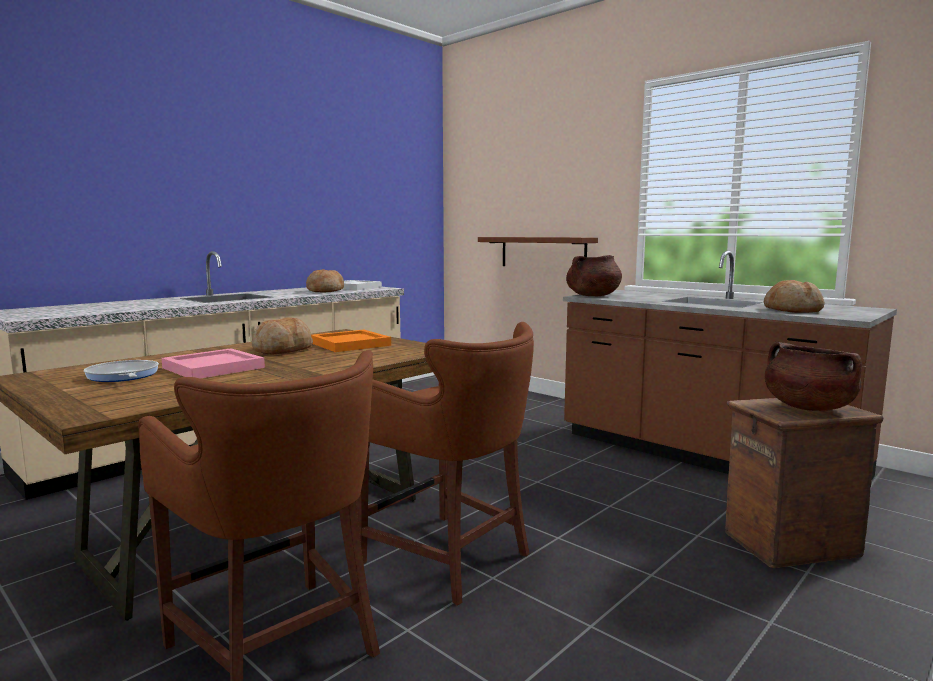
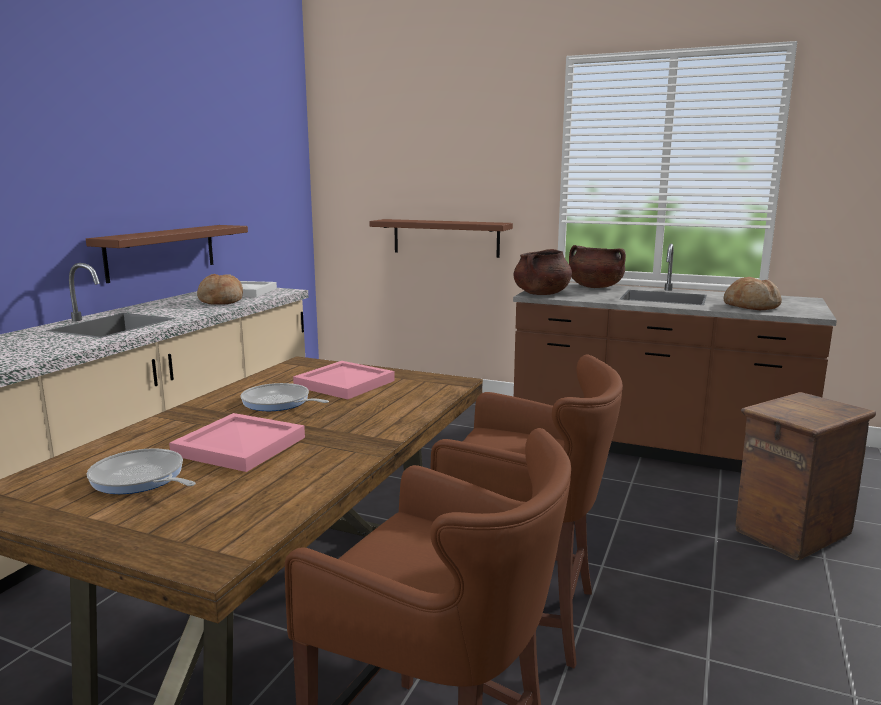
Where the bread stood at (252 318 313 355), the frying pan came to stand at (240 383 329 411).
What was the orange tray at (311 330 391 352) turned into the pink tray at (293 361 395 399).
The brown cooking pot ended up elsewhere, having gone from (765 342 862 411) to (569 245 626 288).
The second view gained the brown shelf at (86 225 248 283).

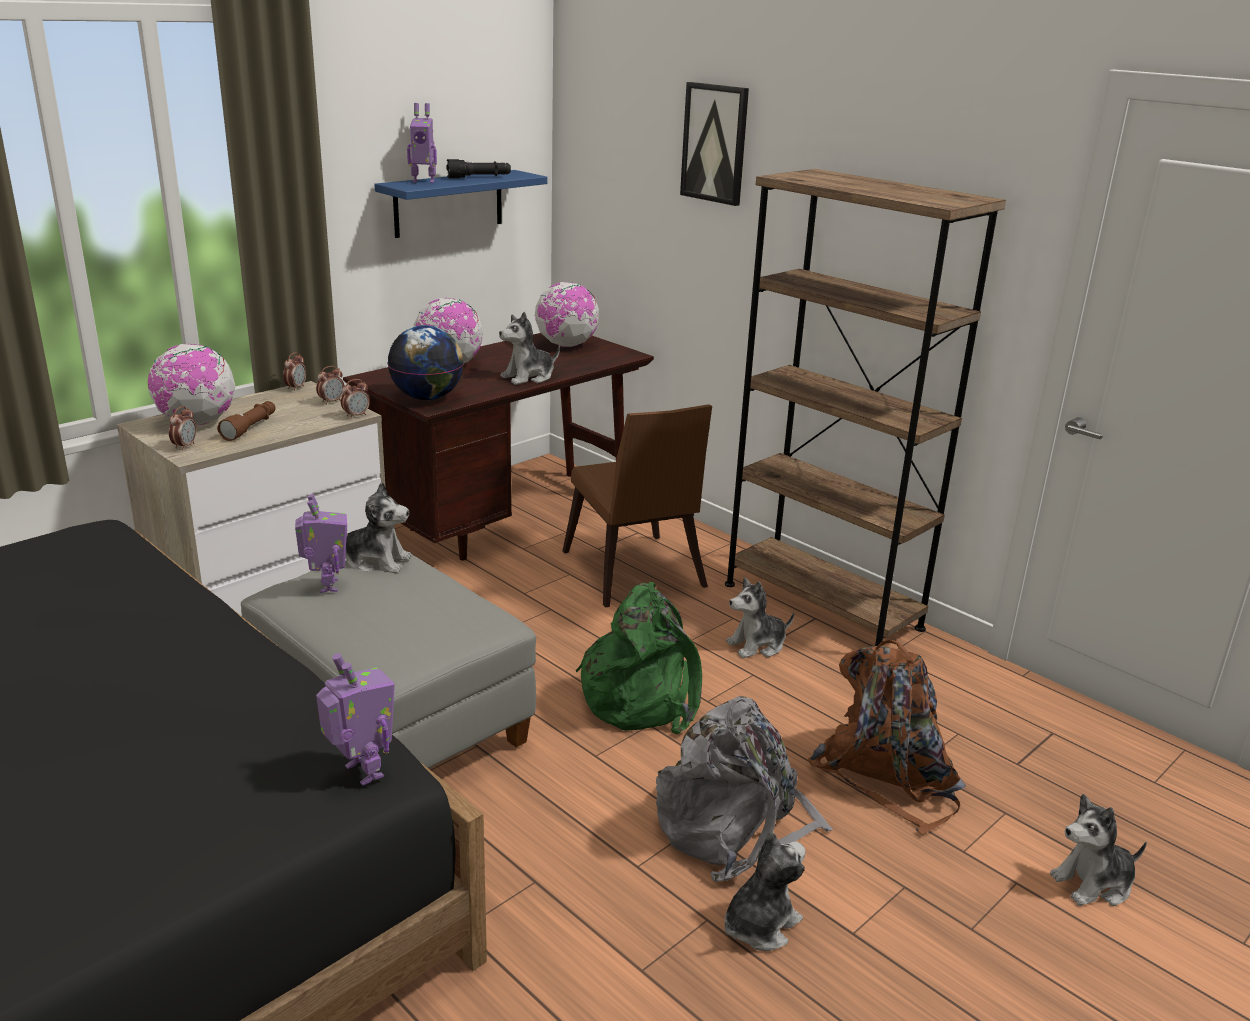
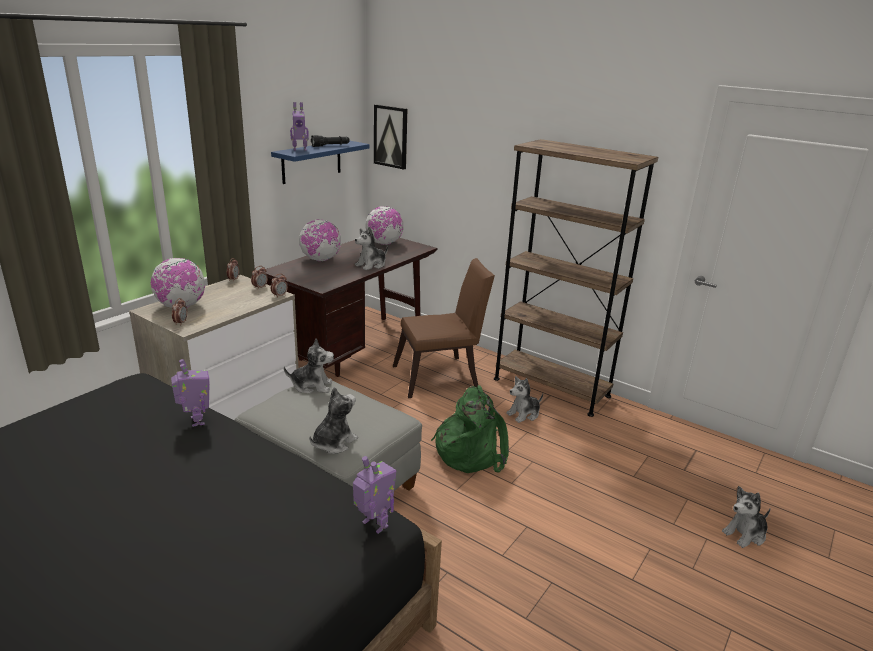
The second view lost the brown flashlight at (217 401 275 441).
The toy robot ended up elsewhere, having gone from (295 494 348 593) to (171 359 210 427).
The second view lost the globe at (387 325 464 400).
The brown chair at (562 404 712 607) ended up facing another way, 75 degrees counterclockwise from before.
The second view lost the grey backpack at (656 696 833 882).
The picture ended up elsewhere, having gone from (680 82 749 206) to (374 104 407 170).
The plush toy ended up elsewhere, having gone from (725 832 806 951) to (309 387 358 454).
The second view lost the brown backpack at (808 640 966 835).

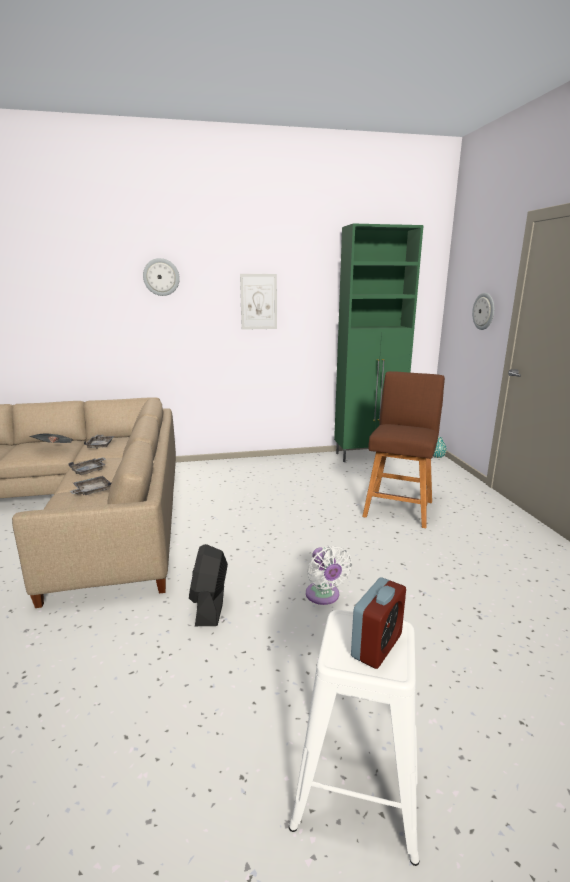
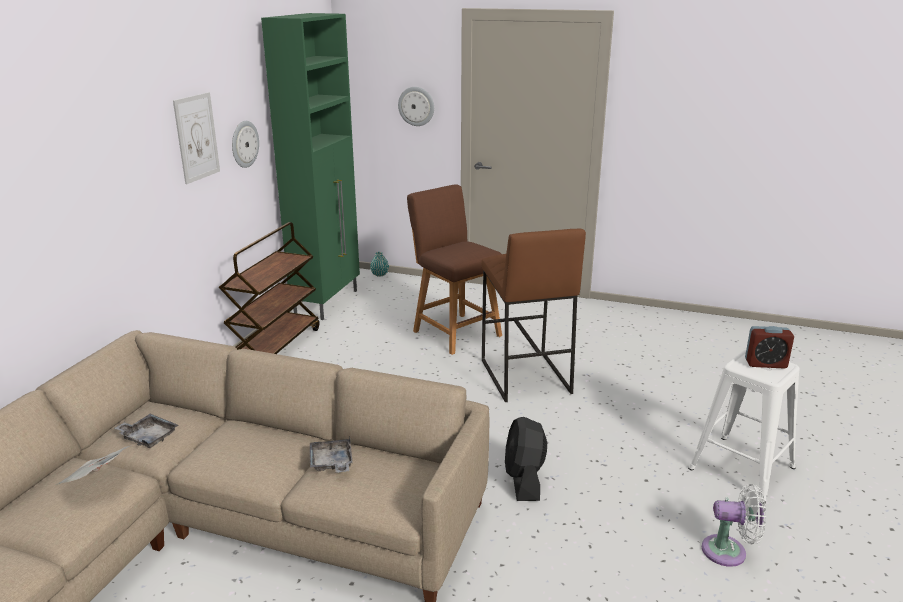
The second view lost the grey tray at (69 457 106 475).
The wall clock ended up elsewhere, having gone from (143 258 180 296) to (232 121 259 168).
The black fan at (189 544 228 626) ended up facing another way, 60 degrees clockwise from before.
The white fan ended up elsewhere, having gone from (306 546 352 605) to (702 484 766 567).
The alarm clock at (351 577 406 669) ended up facing another way, 120 degrees clockwise from before.
The second view gained the brown cart at (219 222 320 354).
The second view gained the brown stool at (481 229 586 402).

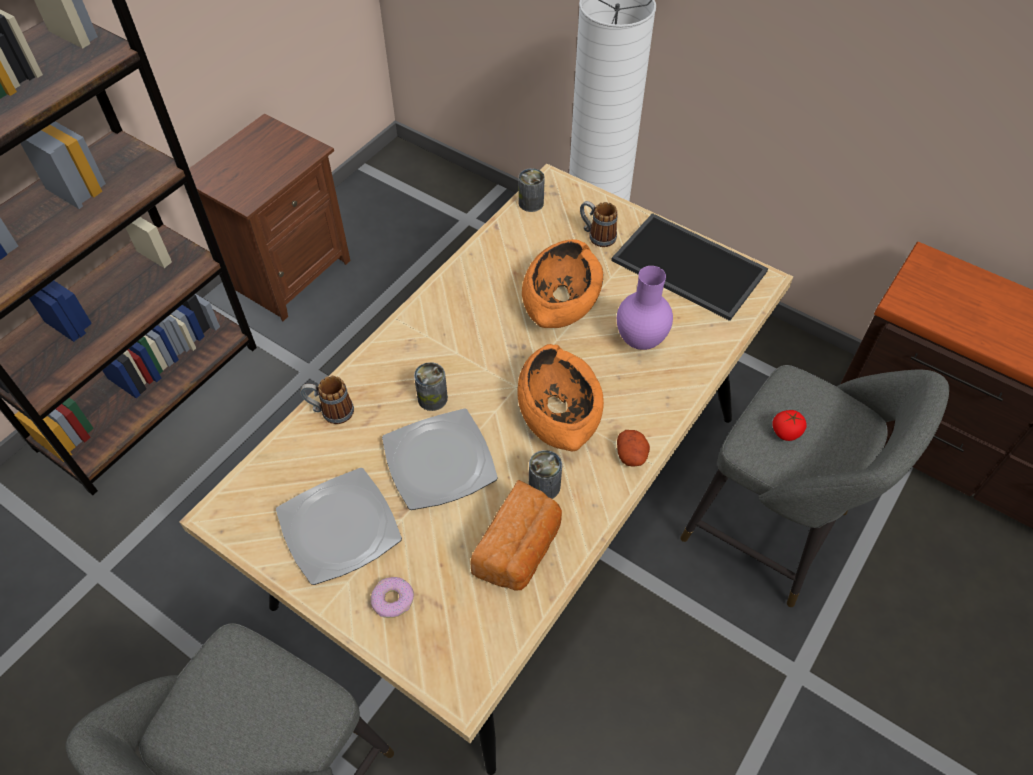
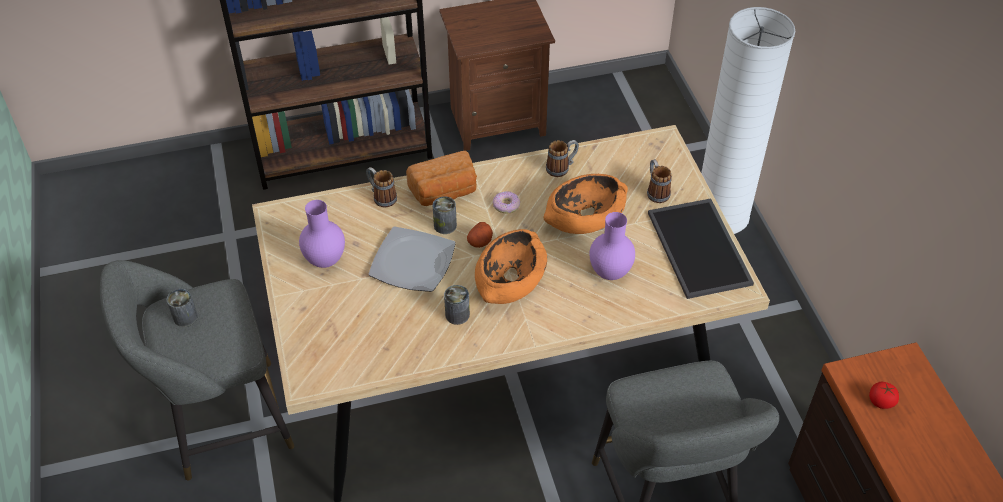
Where the plate stood at (276 468 402 585), the purple vase came to stand at (299 200 345 268).
The donut ended up elsewhere, having gone from (370 577 414 618) to (493 191 520 213).
The bread ended up elsewhere, having gone from (470 480 562 591) to (406 151 477 206).
The can ended up elsewhere, having gone from (519 168 545 212) to (167 289 198 327).
The potato ended up elsewhere, having gone from (617 430 650 467) to (467 222 493 248).
The tomato ended up elsewhere, having gone from (772 410 806 441) to (869 382 899 409).
The second view gained the mug at (546 140 579 177).

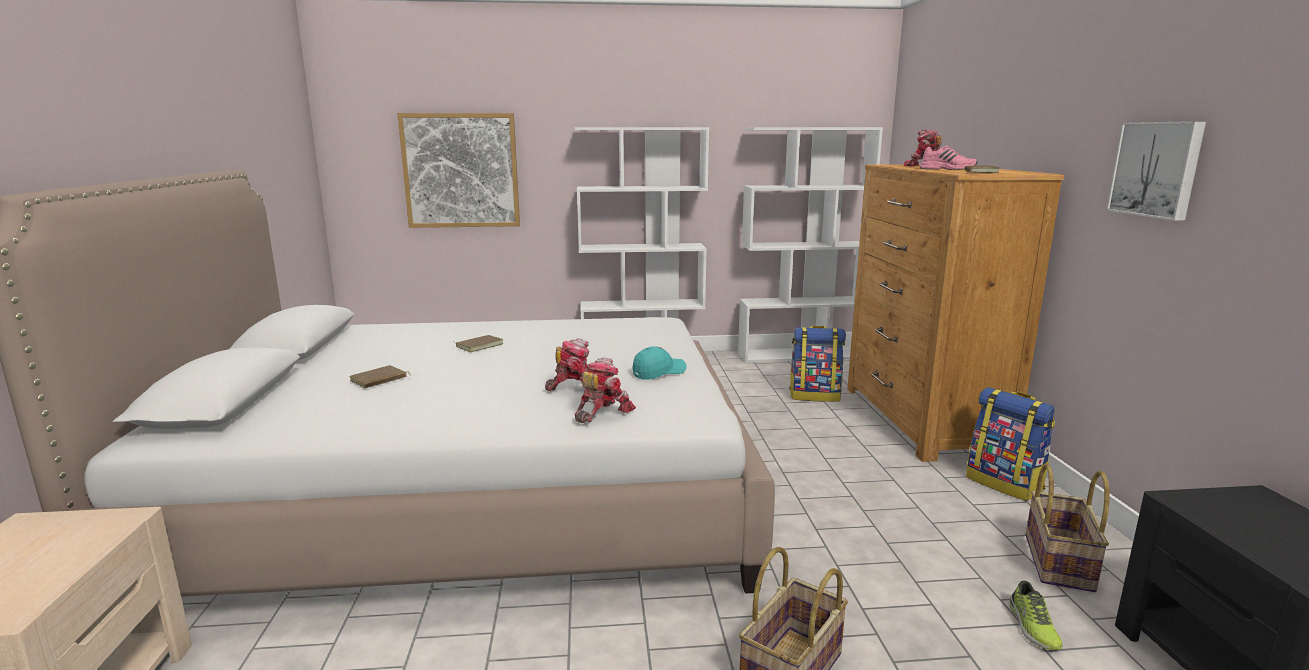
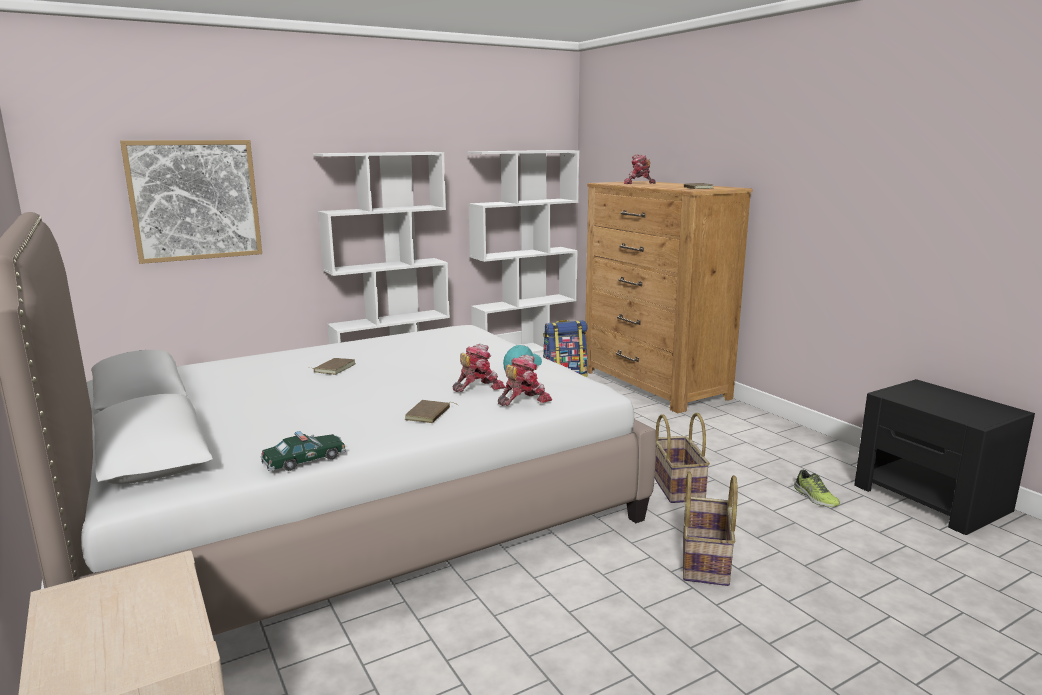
The brown book ended up elsewhere, having gone from (349 365 411 388) to (404 400 458 423).
The toy robot at (575 357 636 423) ended up facing another way, 45 degrees clockwise from before.
The second view lost the pink shoe at (920 145 977 170).
The second view lost the backpack at (966 387 1055 501).
The basket ended up elsewhere, having gone from (1025 464 1110 592) to (655 413 710 503).
The second view lost the picture at (1106 121 1206 221).
The second view gained the toy car at (260 431 346 471).

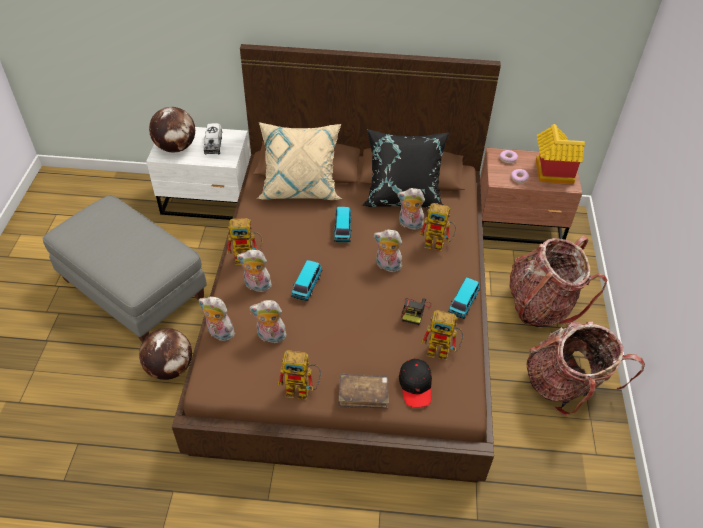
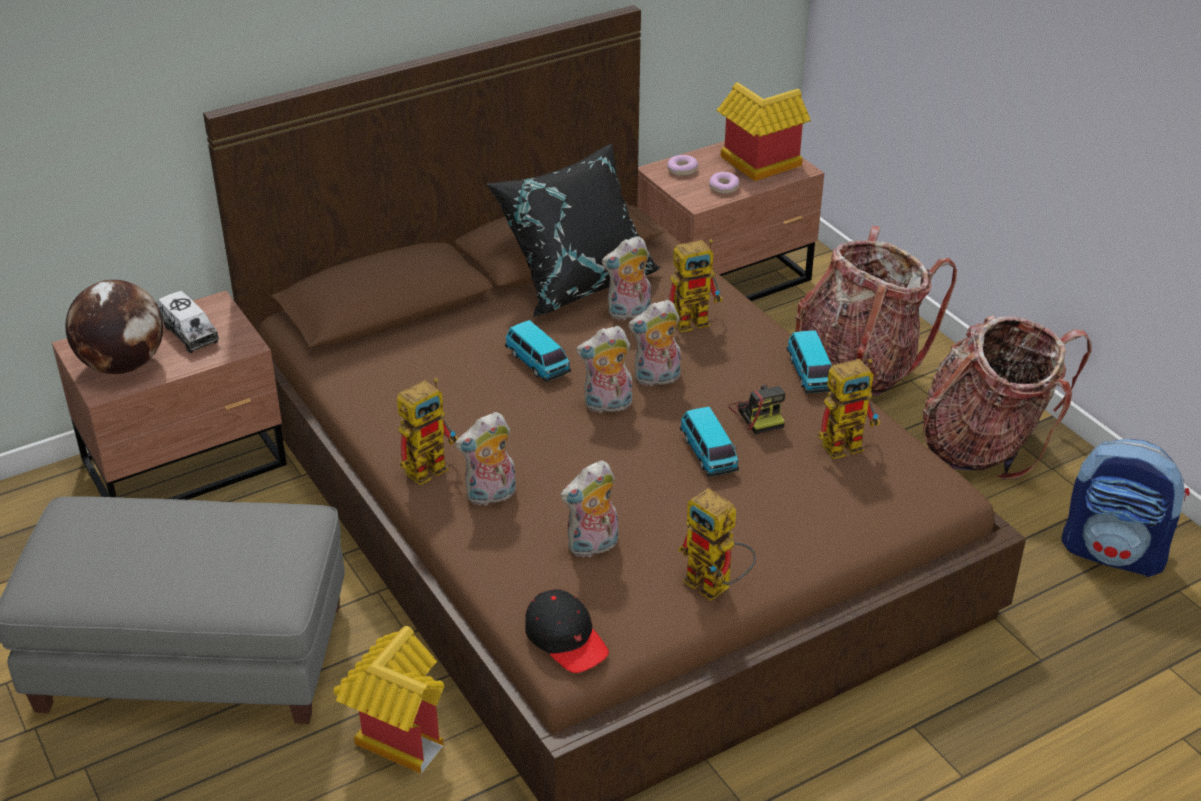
Where the globe stood at (139 328 192 380), the toy house came to stand at (334 626 444 774).
What was the white nightstand at (146 127 250 220) turned into the brown nightstand at (52 291 287 500).
The plush toy ended up elsewhere, having gone from (199 296 235 341) to (576 326 632 413).
The second view lost the beige pillow at (257 122 342 200).
The toy robot at (277 350 321 400) ended up facing another way, 75 degrees clockwise from before.
The toy car ended up elsewhere, having gone from (291 260 322 301) to (680 407 739 477).
The second view lost the brown book at (338 374 389 409).
The black cap ended up elsewhere, having gone from (399 359 432 407) to (525 589 609 673).
The second view gained the backpack at (1061 439 1189 577).

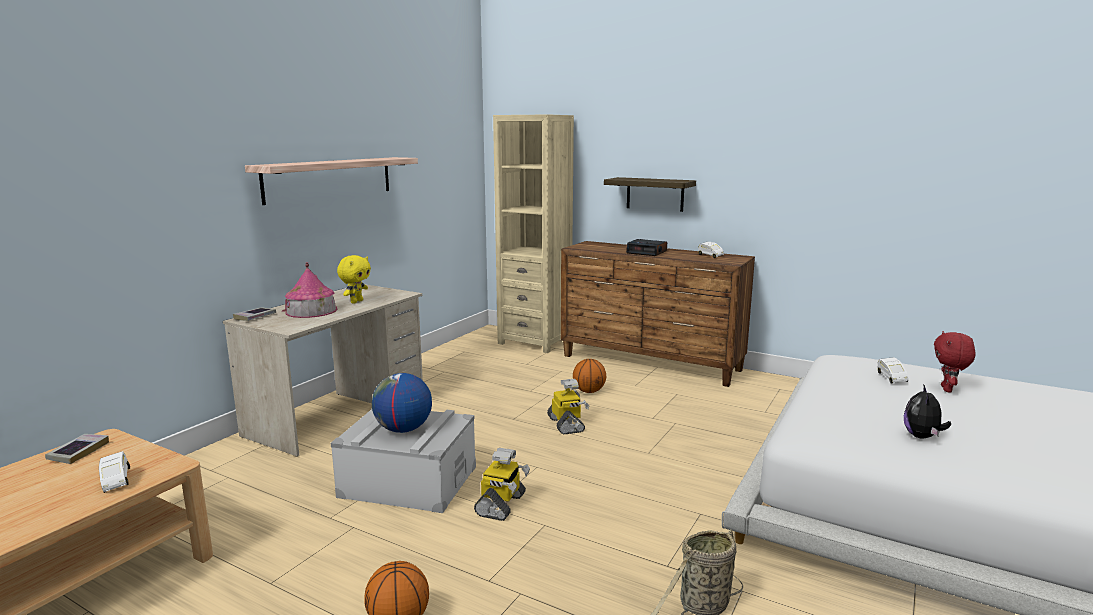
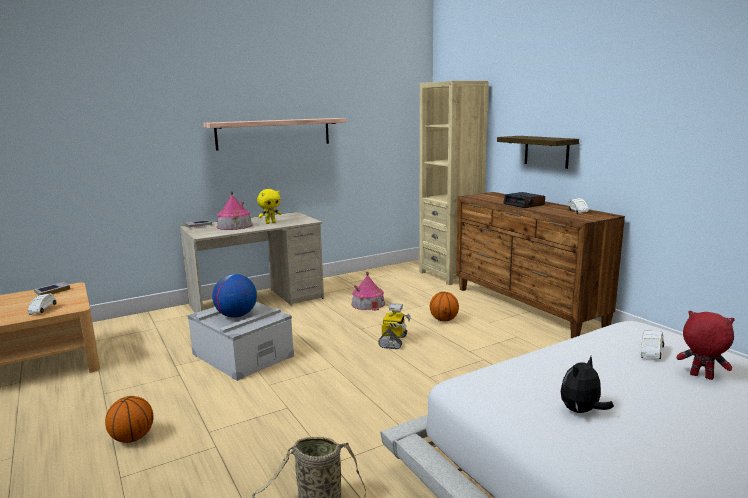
The second view lost the toy robot at (474 448 530 521).
The red plush toy at (934 331 976 393) ended up facing another way, 75 degrees clockwise from before.
The second view gained the toy house at (351 272 385 311).

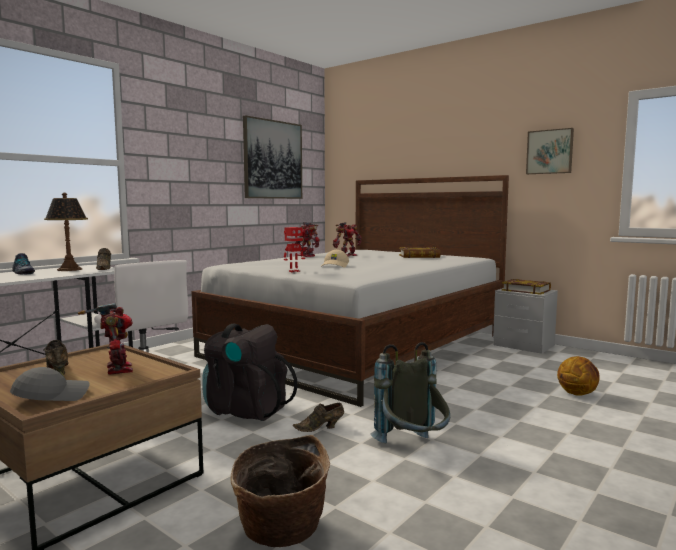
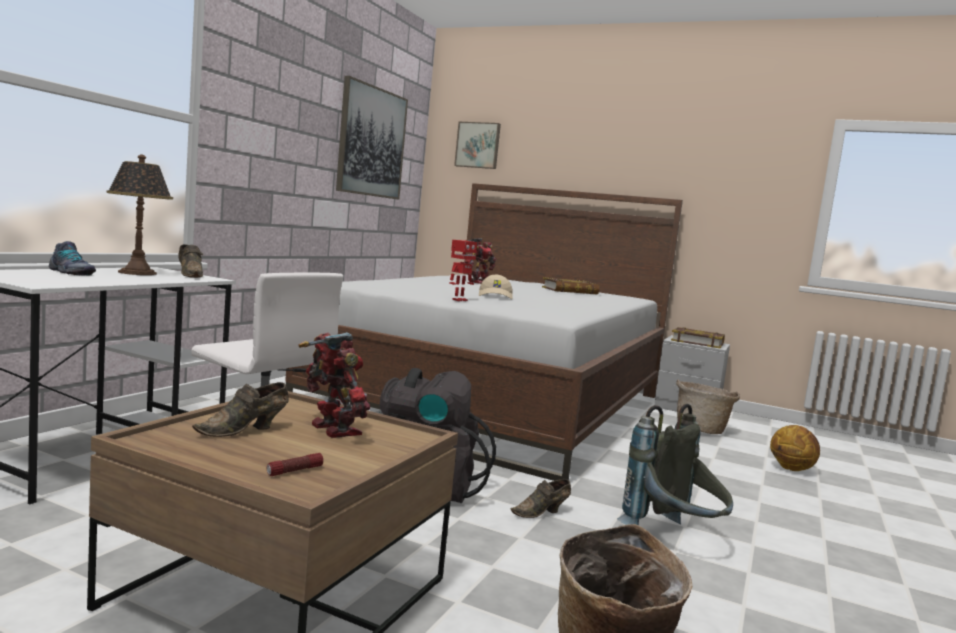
Where the grey cap stood at (10 367 90 401), the flashlight came to stand at (267 453 323 476).
The brown shoe at (43 340 69 375) ended up facing another way, 90 degrees counterclockwise from before.
The second view lost the toy robot at (295 222 320 257).
The picture ended up elsewhere, having gone from (526 128 574 174) to (454 122 501 169).
The second view gained the basket at (676 380 740 434).

